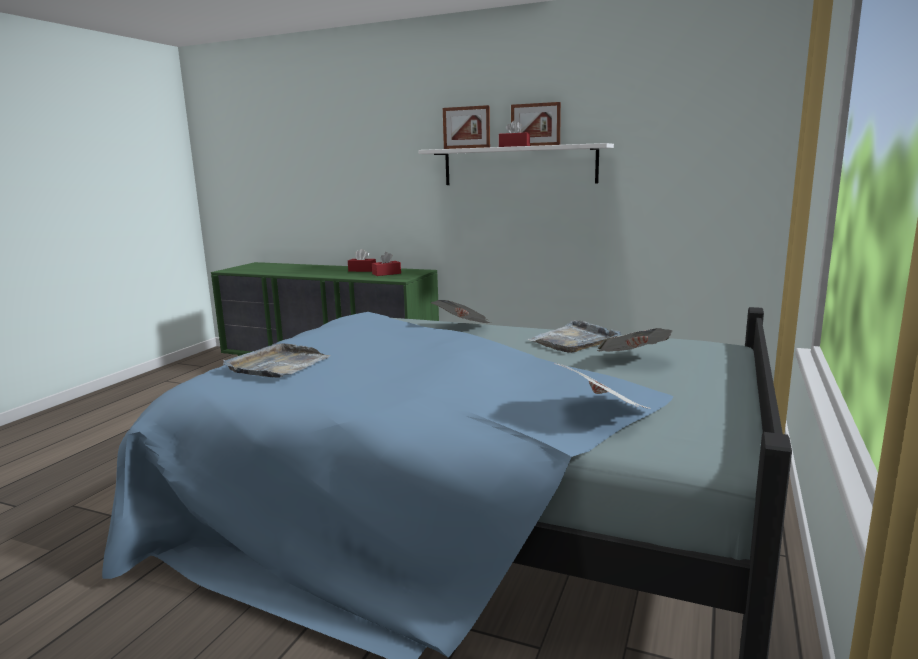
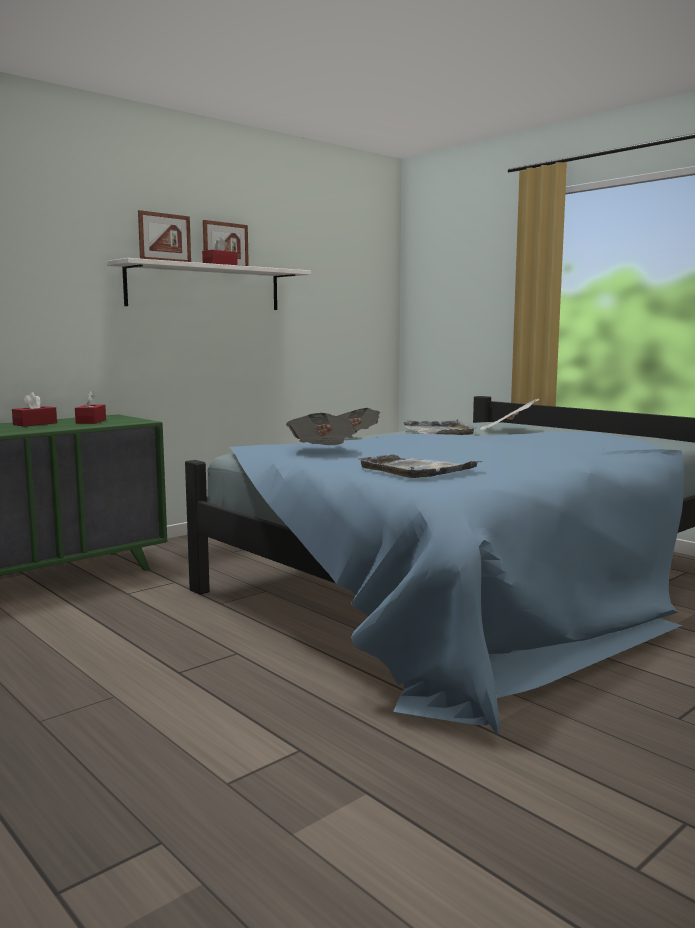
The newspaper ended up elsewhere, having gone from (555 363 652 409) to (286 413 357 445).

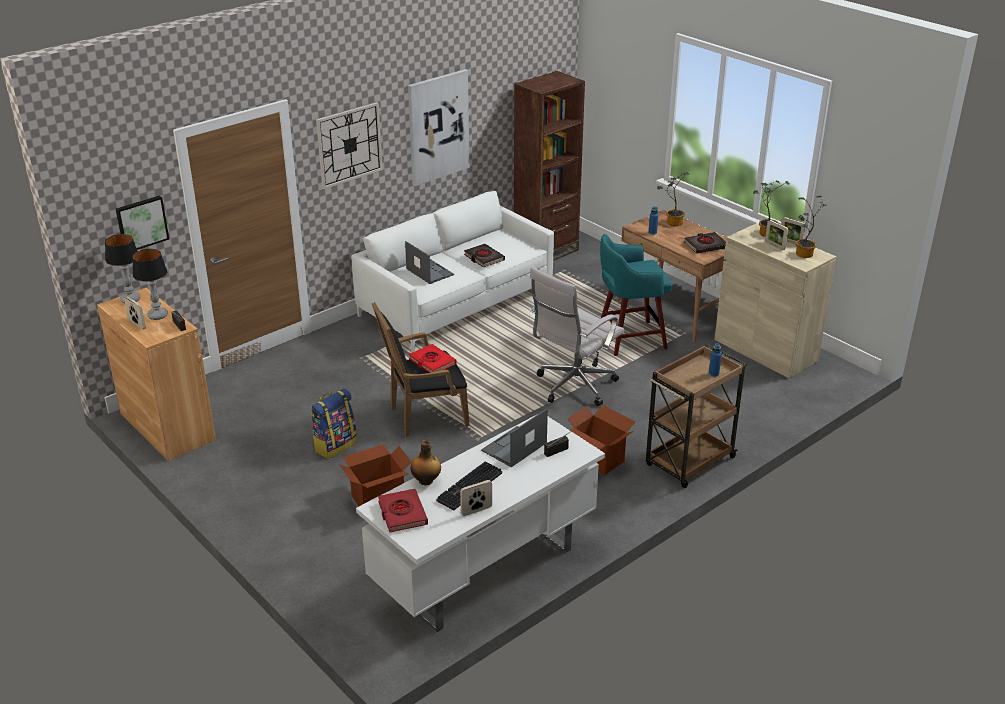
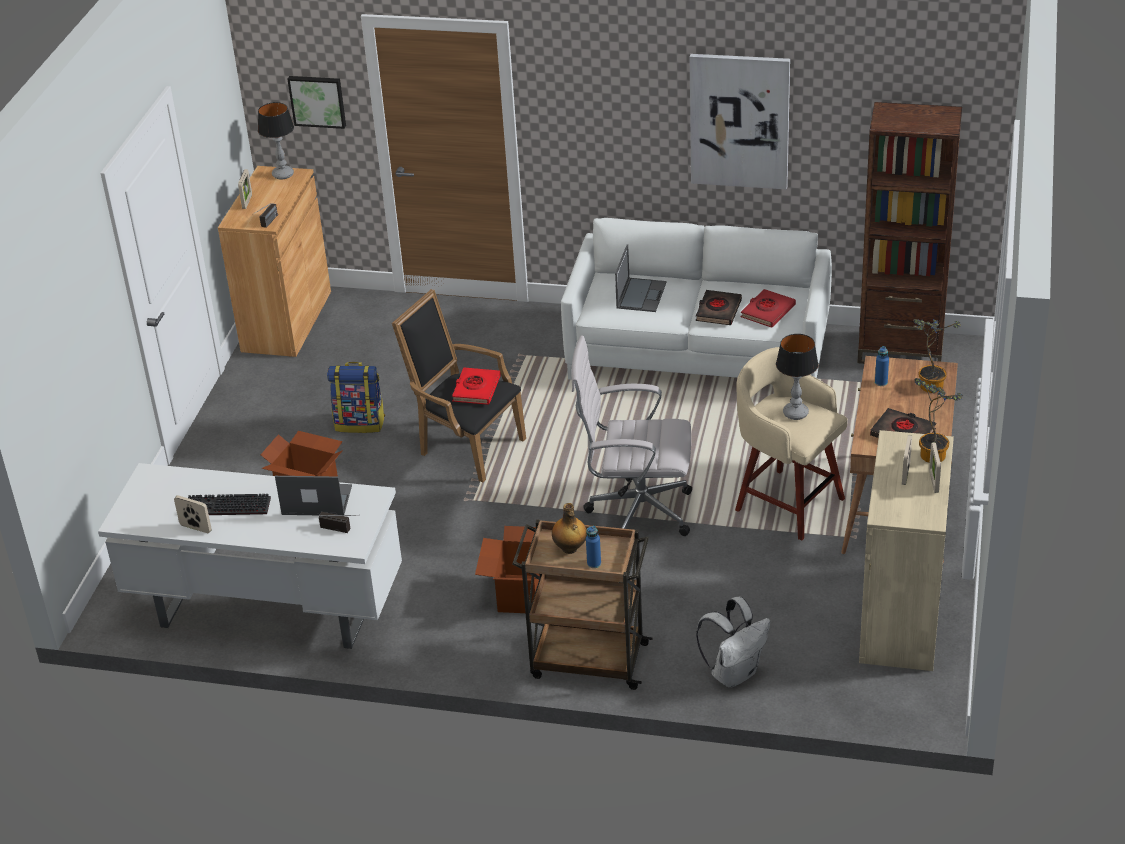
The table lamp ended up elsewhere, having gone from (133 249 168 320) to (776 334 818 420).
The second view lost the wall clock at (316 102 383 189).
The red book ended up elsewhere, having gone from (378 489 428 532) to (740 289 796 328).
The bottle ended up elsewhere, having gone from (410 440 441 485) to (552 503 587 554).
What was the turquoise stool at (600 234 673 356) turned into the beige stool at (735 347 847 541).
The second view lost the potted plant at (796 196 827 258).
The second view gained the white backpack at (696 597 770 687).

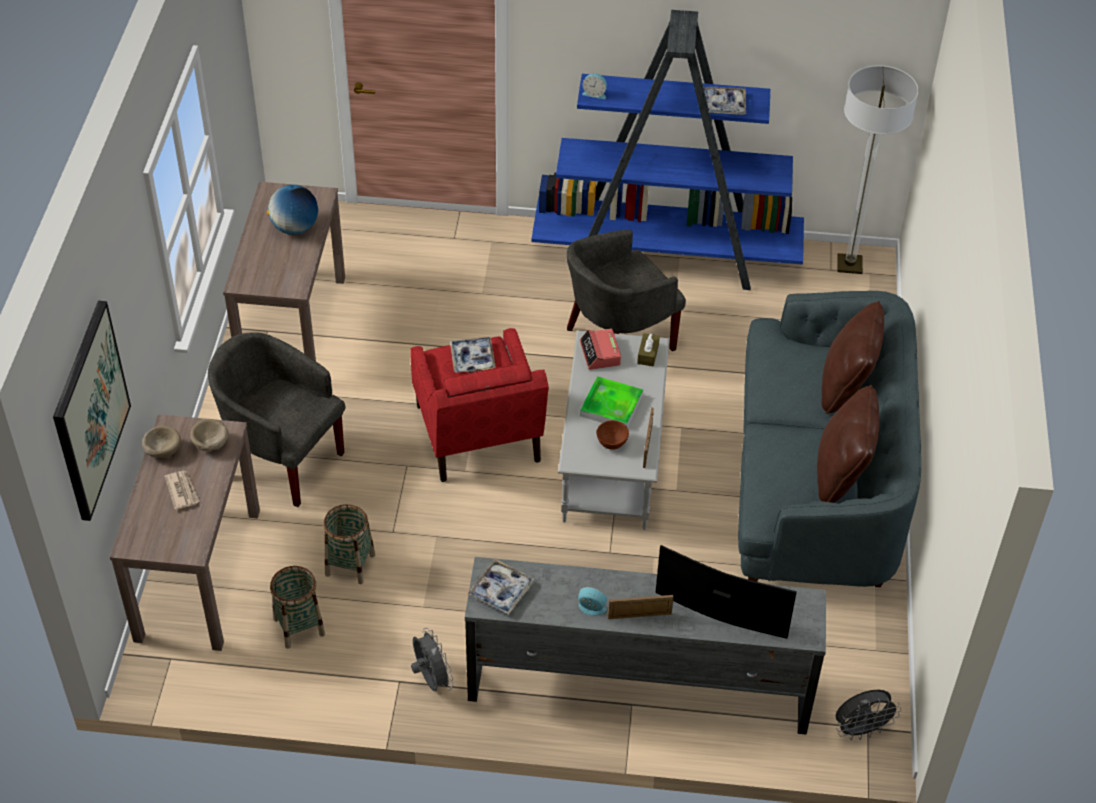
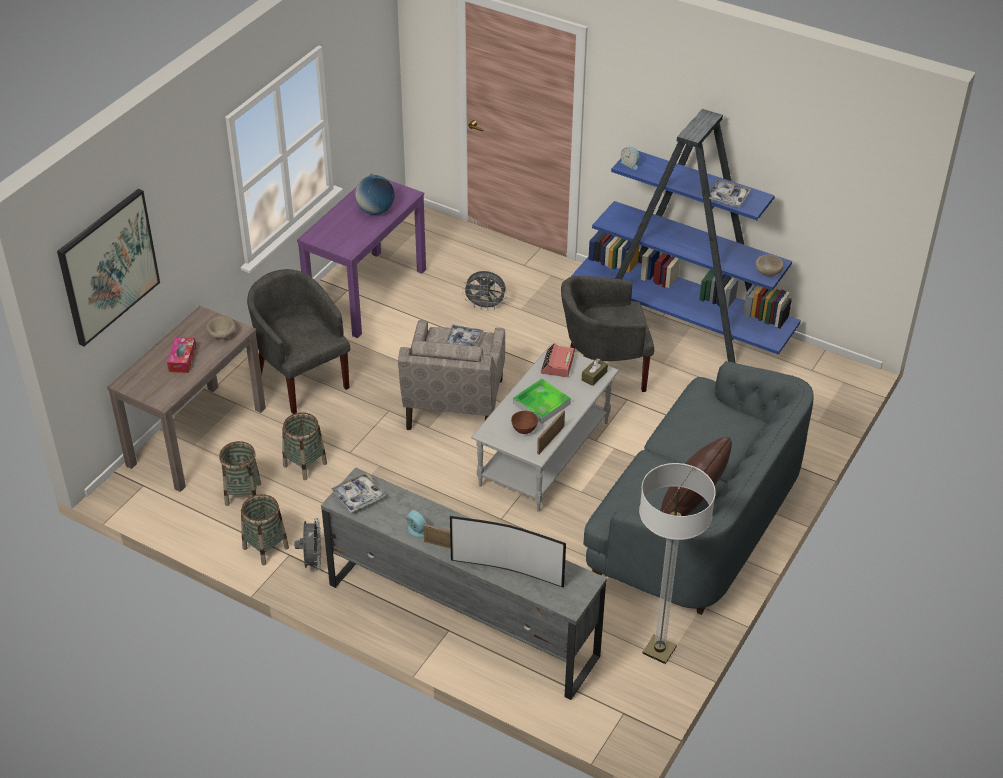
The beige bowl ended up elsewhere, having gone from (142 426 181 458) to (755 254 784 277).
Where the newspaper stood at (164 471 200 510), the tissue box came to stand at (167 337 197 373).
What was the brown console table at (223 182 345 361) turned into the purple console table at (297 174 426 338).
What was the red armchair at (410 328 549 482) turned into the beige armchair at (398 320 505 430).
The television at (655 545 797 639) ended up facing another way, 150 degrees clockwise from before.
The second view lost the brown pillow at (821 301 884 414).
The grey fan ended up elsewhere, having gone from (836 690 901 740) to (462 271 507 310).
The floor lamp ended up elsewhere, having gone from (837 65 919 274) to (639 463 716 664).
The second view gained the basket at (241 494 289 565).

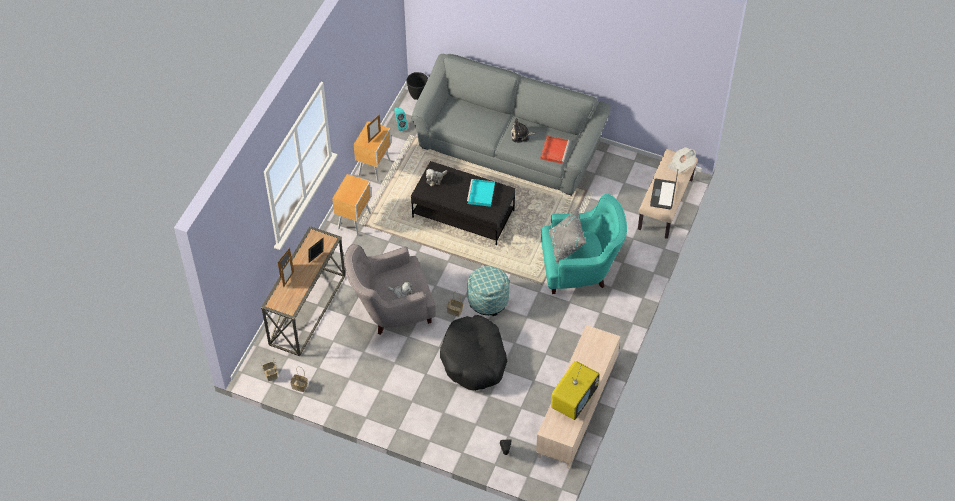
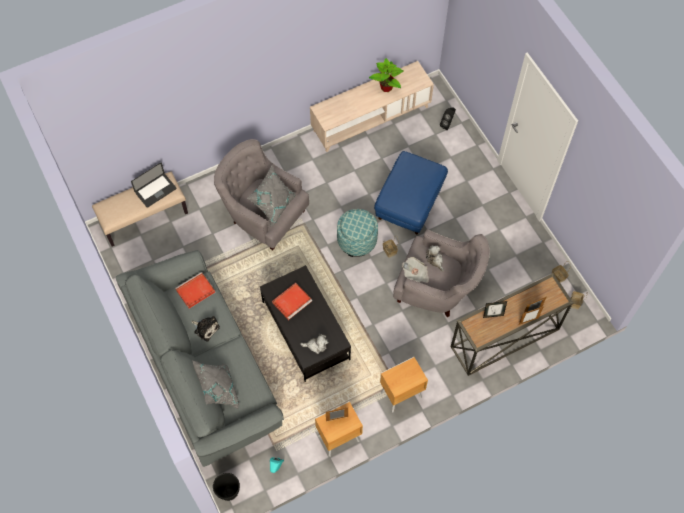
Where the black dog bed stood at (440 315 507 391), the blue ottoman came to stand at (374 151 448 234).
What was the turquoise tray at (467 179 495 207) turned into the red tray at (272 283 312 320).
What was the turquoise armchair at (541 194 627 294) turned into the grey armchair at (214 139 309 250).
Where the television stood at (551 361 600 420), the potted plant came to stand at (369 58 403 92).
The newspaper ended up elsewhere, having gone from (668 147 696 174) to (402 257 429 283).
The second view gained the grey pillow at (192 360 239 409).

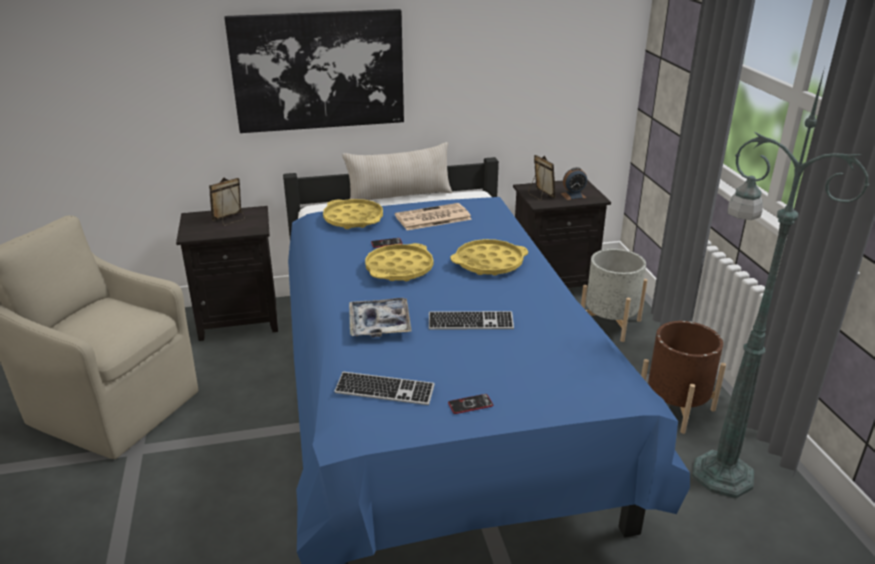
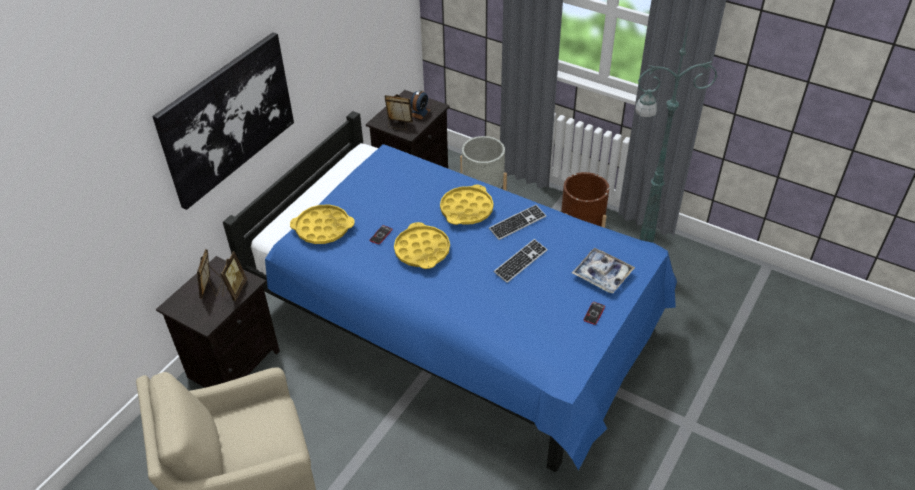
The keyboard ended up elsewhere, having gone from (334 372 435 405) to (489 205 546 240).
The second view lost the beige pillow at (343 142 452 200).
The tray ended up elsewhere, having gone from (349 298 412 338) to (572 248 635 293).
The second view lost the newspaper at (395 203 472 230).
The second view gained the picture frame at (220 251 247 301).

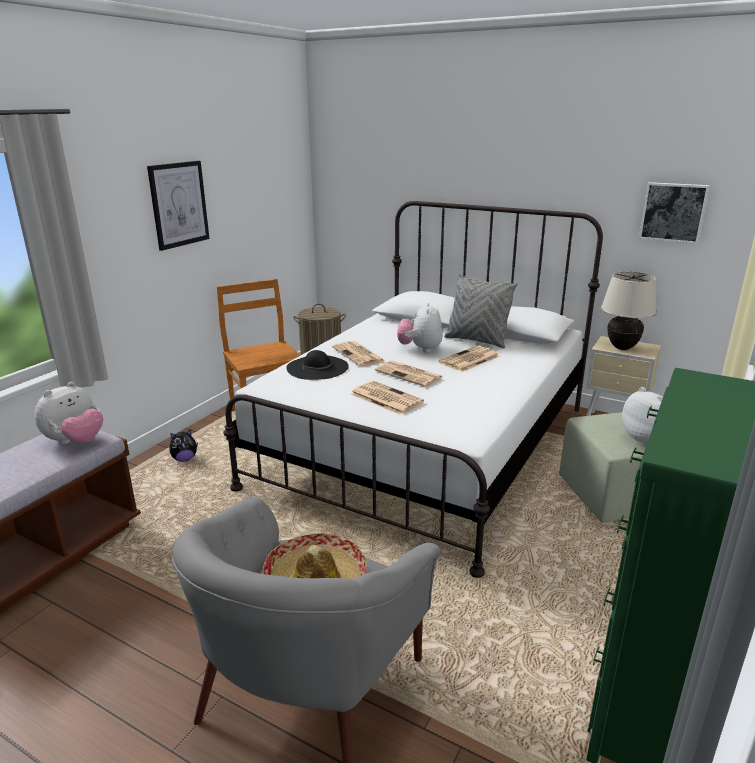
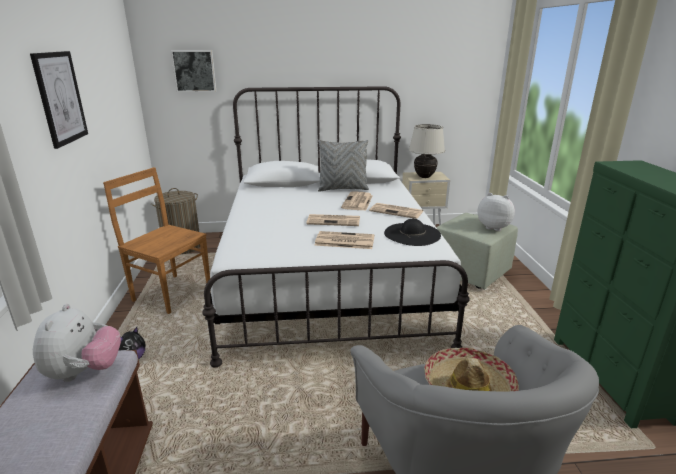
The black hat ended up elsewhere, having gone from (286 350 349 380) to (384 219 441 246).
The newspaper ended up elsewhere, having gone from (332 341 385 366) to (369 203 423 219).
The second view lost the plush toy at (397 303 443 353).
The picture ended up elsewhere, having gone from (639 182 710 244) to (171 50 216 92).

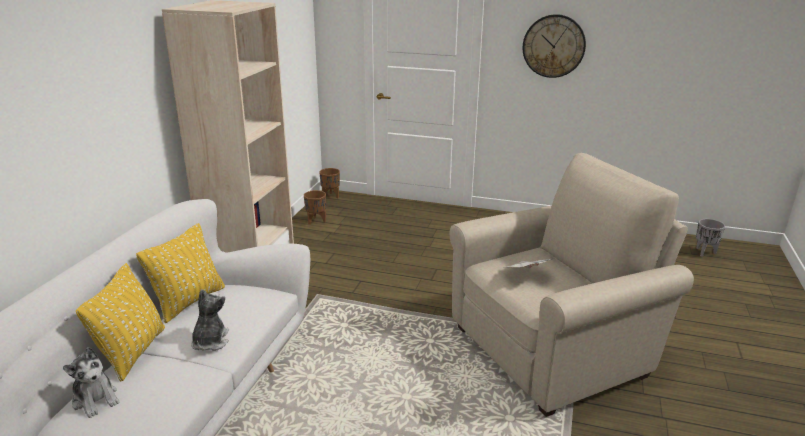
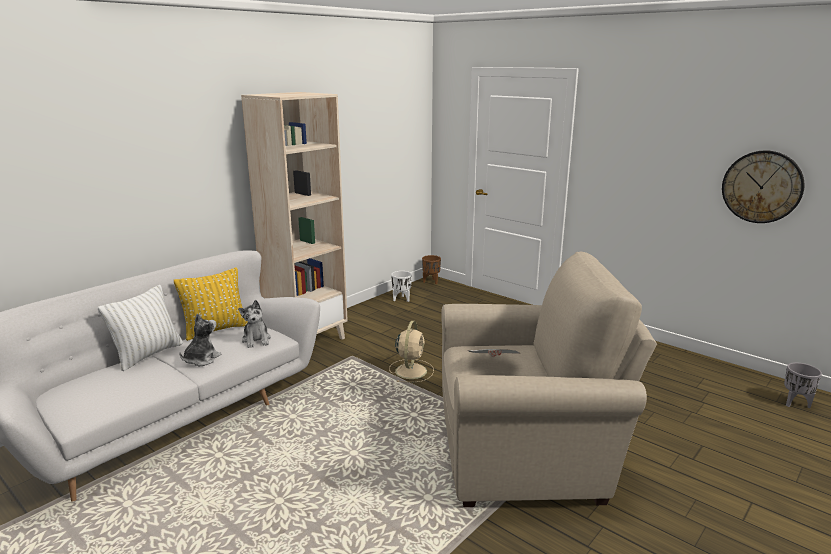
The plush toy ended up elsewhere, having gone from (63 347 120 418) to (238 300 271 348).
What was the yellow pillow at (76 263 165 381) turned into the white pillow at (97 285 183 371).
What was the brown planter at (304 190 326 225) turned into the white planter at (391 271 412 302).
The wall clock ended up elsewhere, having gone from (523 14 586 78) to (722 150 805 223).
The second view gained the beige fan at (389 321 434 383).

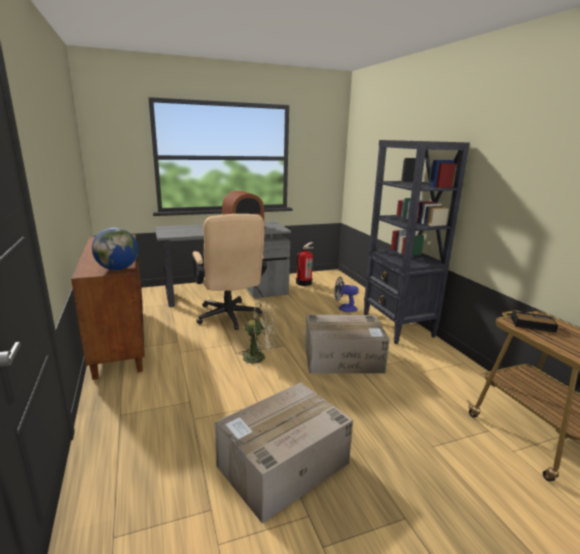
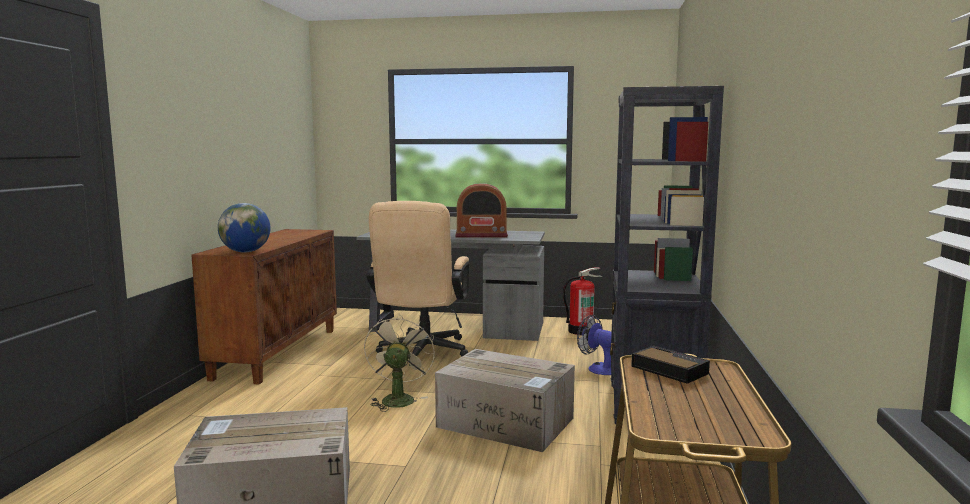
The beige fan at (238 302 276 369) ended up facing another way, 120 degrees counterclockwise from before.

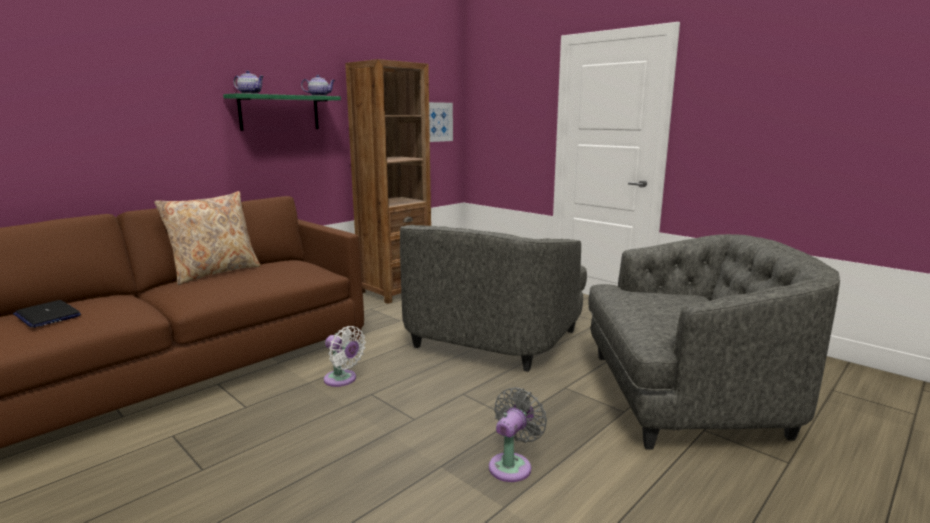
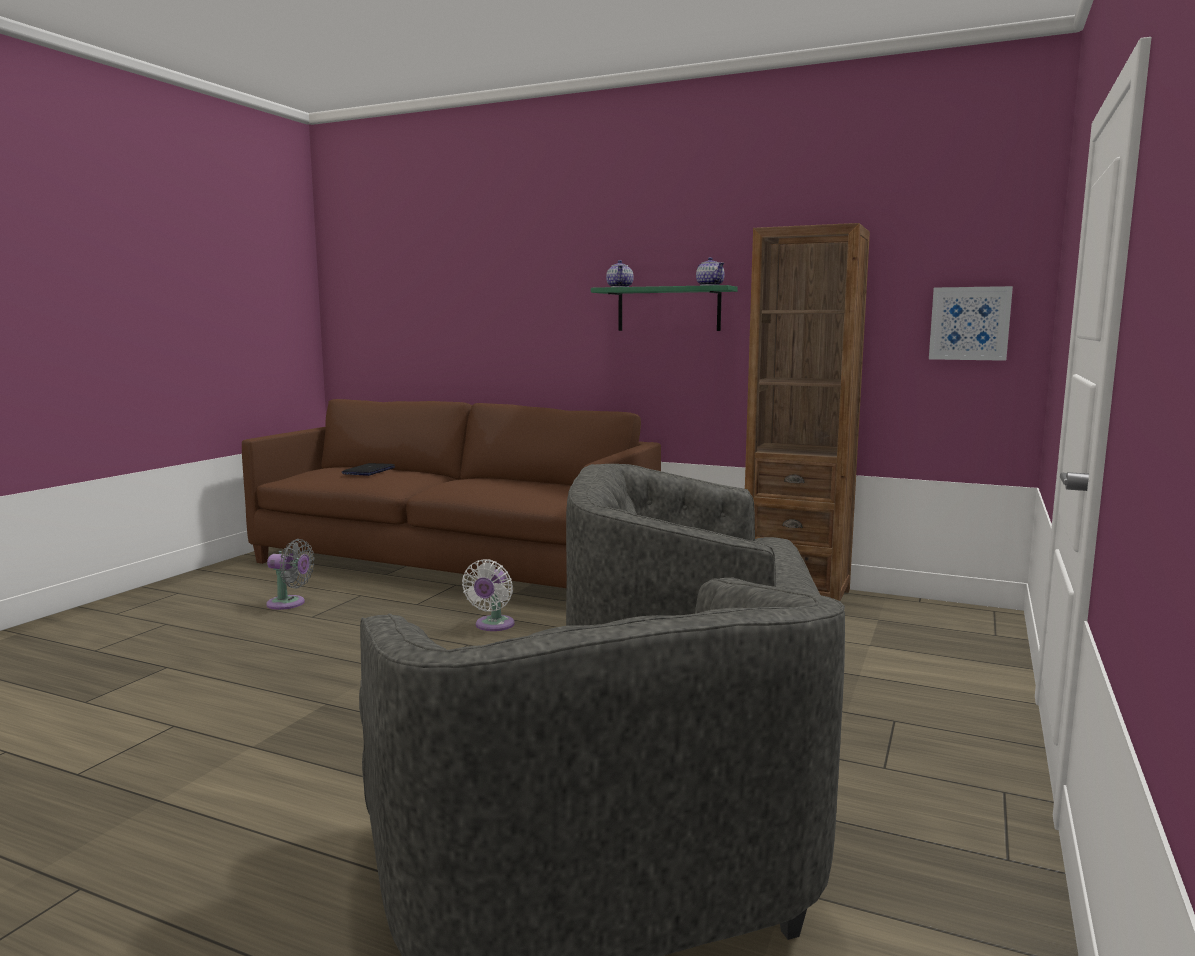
The second view lost the beige pillow at (154 191 261 285).
The grey fan ended up elsewhere, having gone from (489 387 547 482) to (266 539 314 610).

